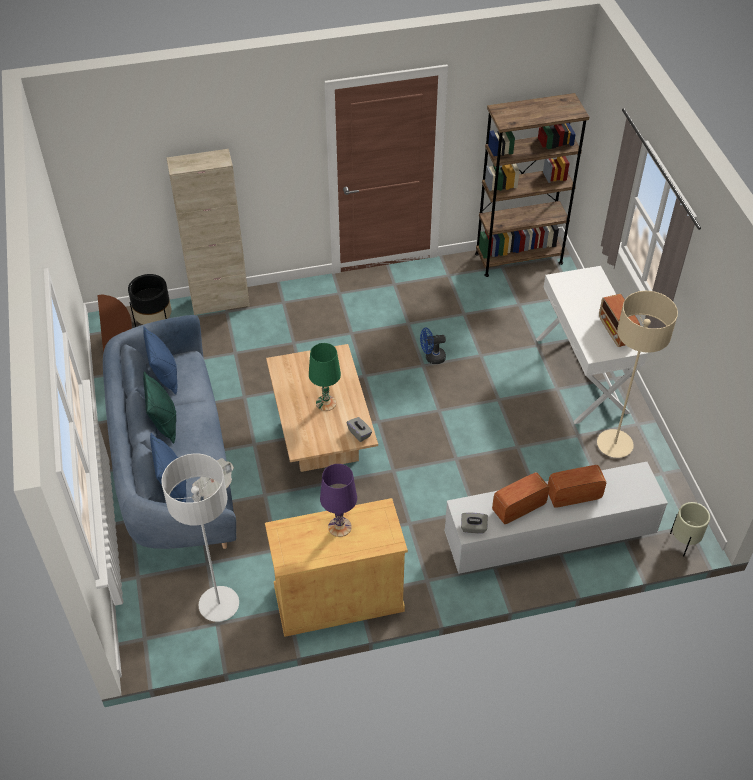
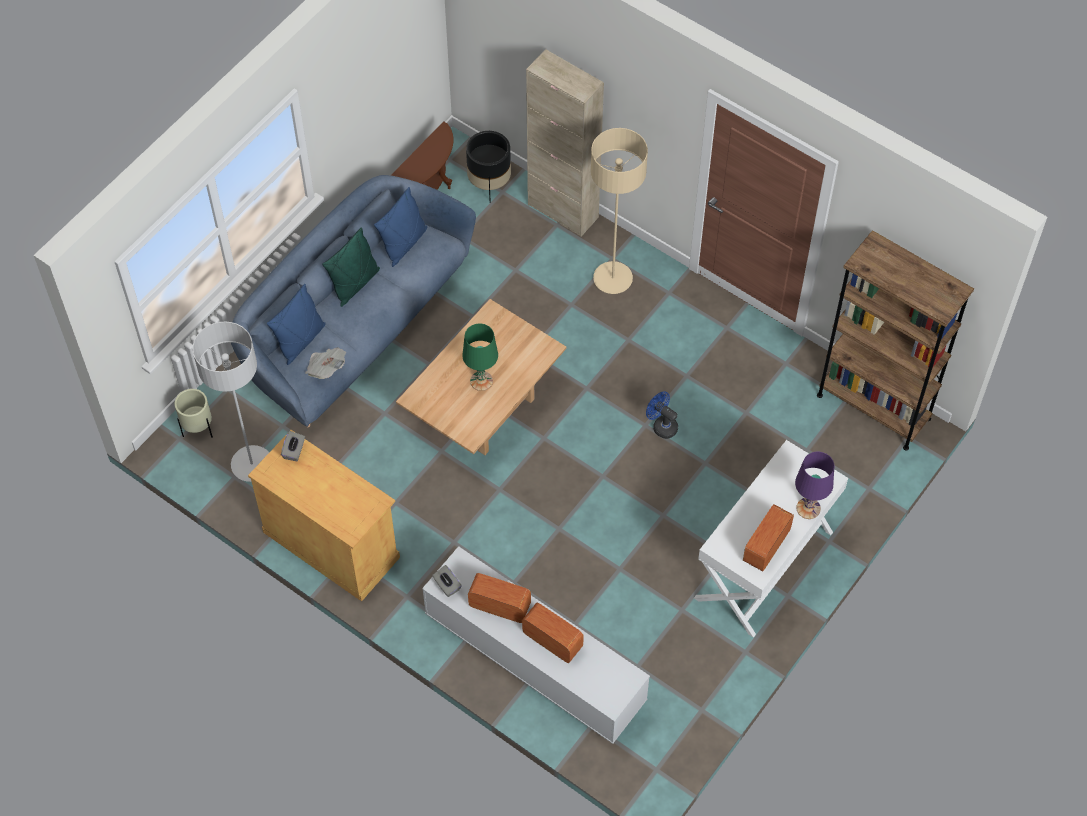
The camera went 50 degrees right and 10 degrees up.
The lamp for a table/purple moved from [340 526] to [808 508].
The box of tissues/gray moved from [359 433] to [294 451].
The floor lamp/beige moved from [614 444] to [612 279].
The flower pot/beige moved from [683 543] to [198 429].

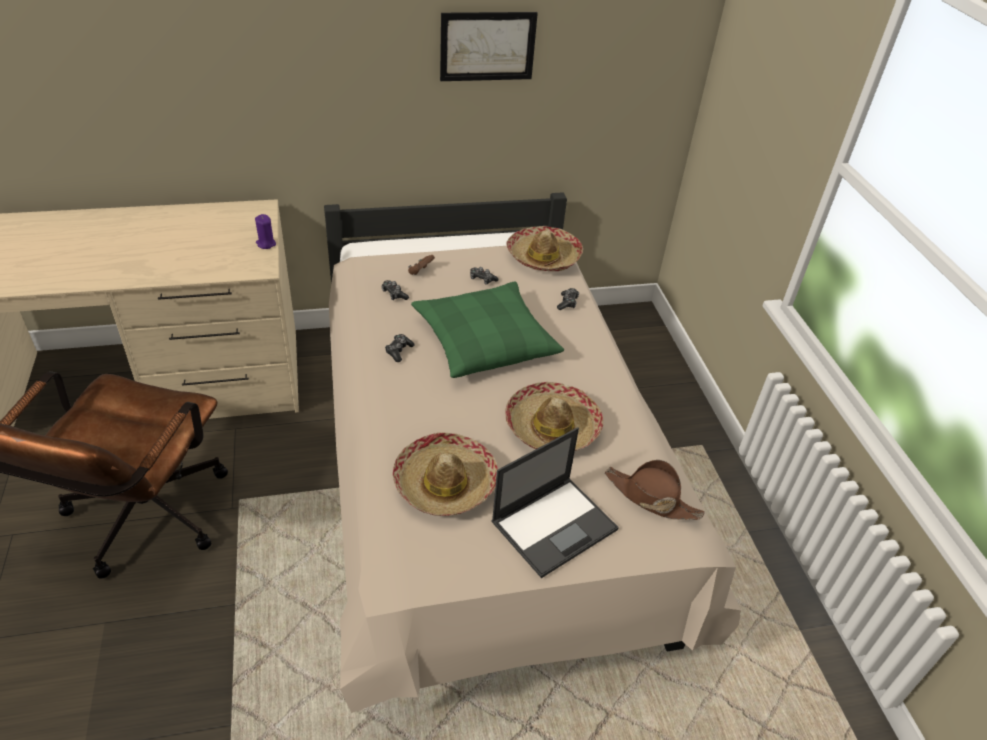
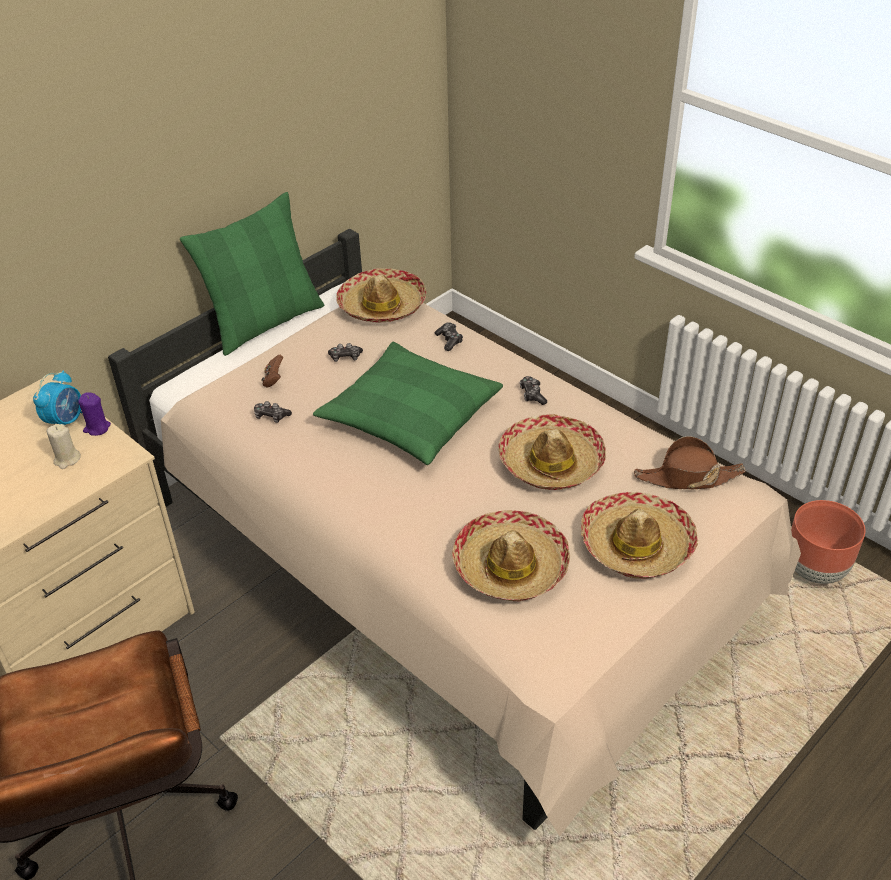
The camera went 30 degrees left and 0 degrees up.
The game controller moved from [398 351] to [532 395].
The picture at [487 46] disappeared.
The portable computer at [555 525] was replaced by the clothing hat at [636 545].
The alarm clock at [66 421] appeared.
The wax candle/beige at [67 459] appeared.
The throw pillow/greenish at [265 322] appeared.
The flower pot/brownish at [816 570] appeared.

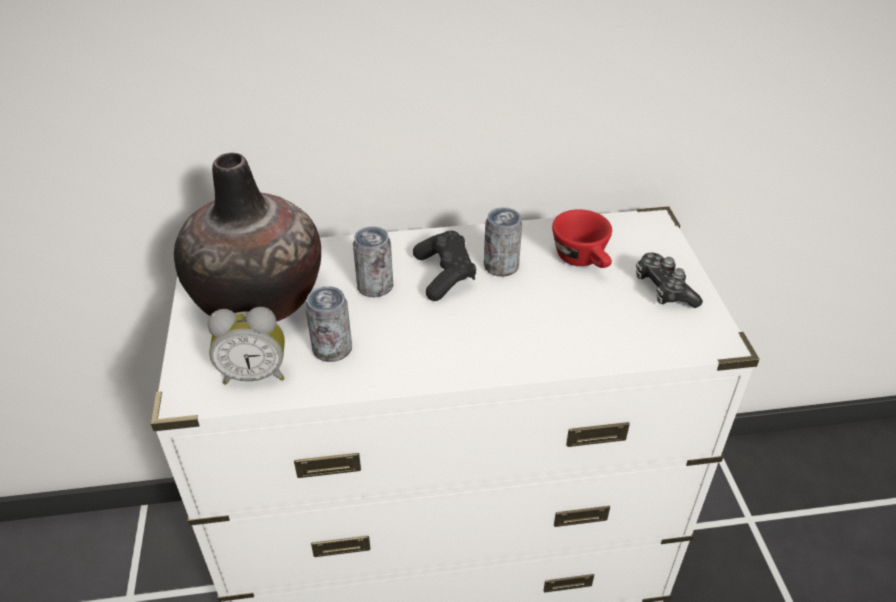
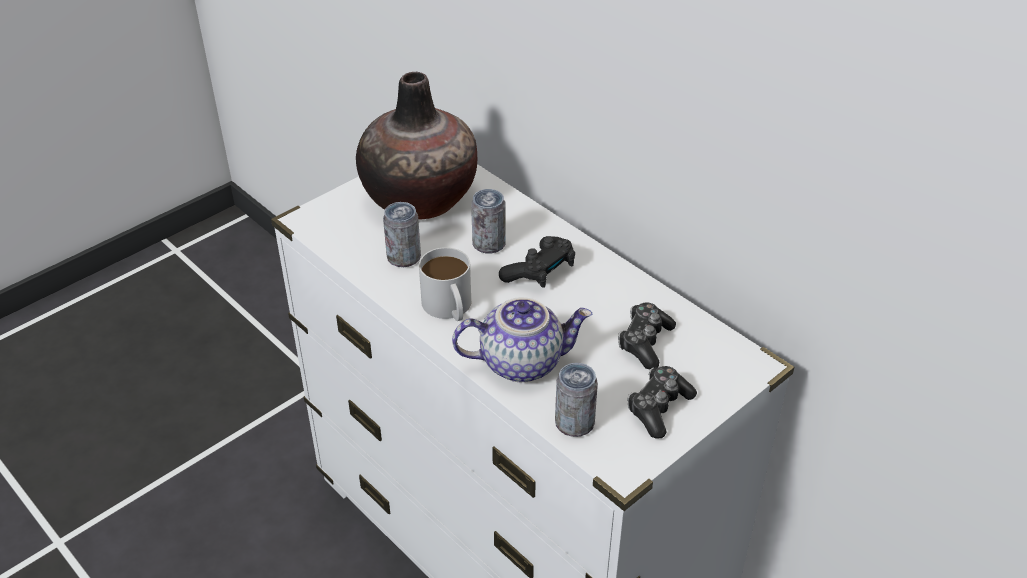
The camera went 55 degrees right and 0 degrees up.
The alarm clock at [255 374] disappeared.
The metal can moved from [501 266] to [574 423].
The drinking cup/red-coloured at [584 260] was replaced by the game controller at [644 342].
The mug/white-coloured at [449 308] appeared.
The tea pot at [522 361] appeared.

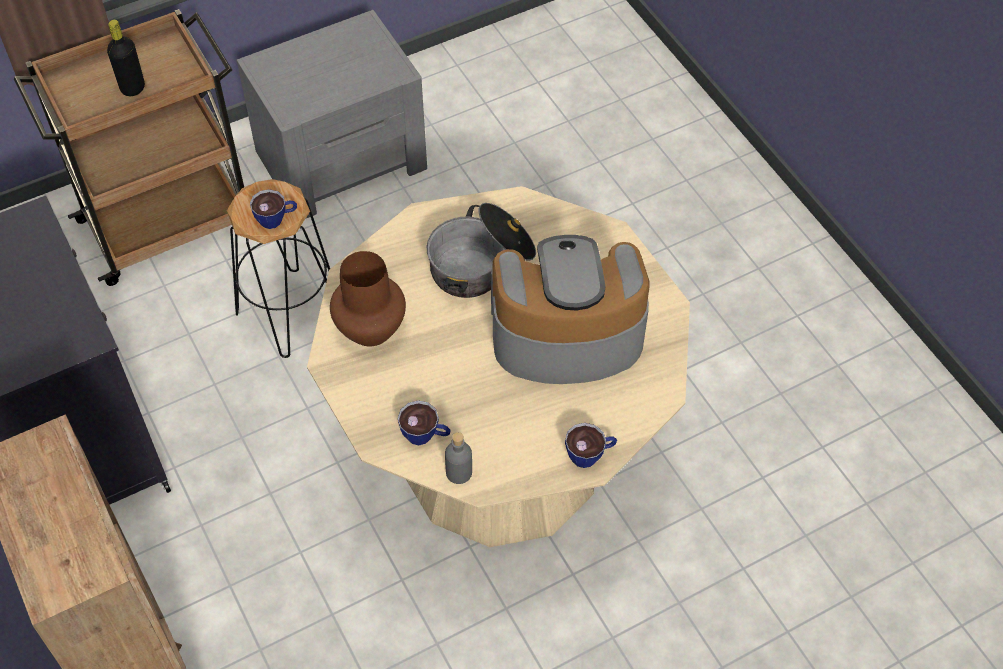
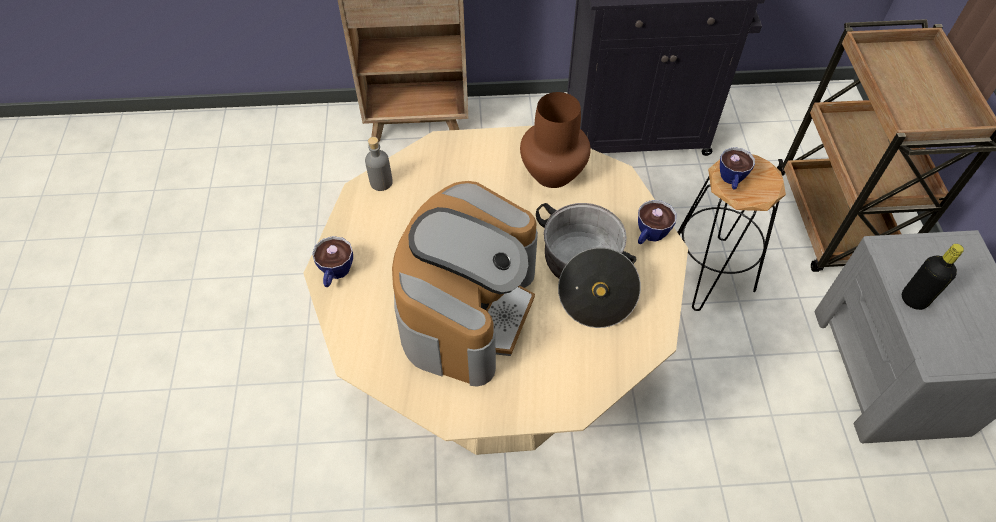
The camera went 115 degrees right and 0 degrees up.
The drink bottle/black-coloured moved from [132 88] to [913 299].
The drinking cup moved from [425 435] to [649 236].

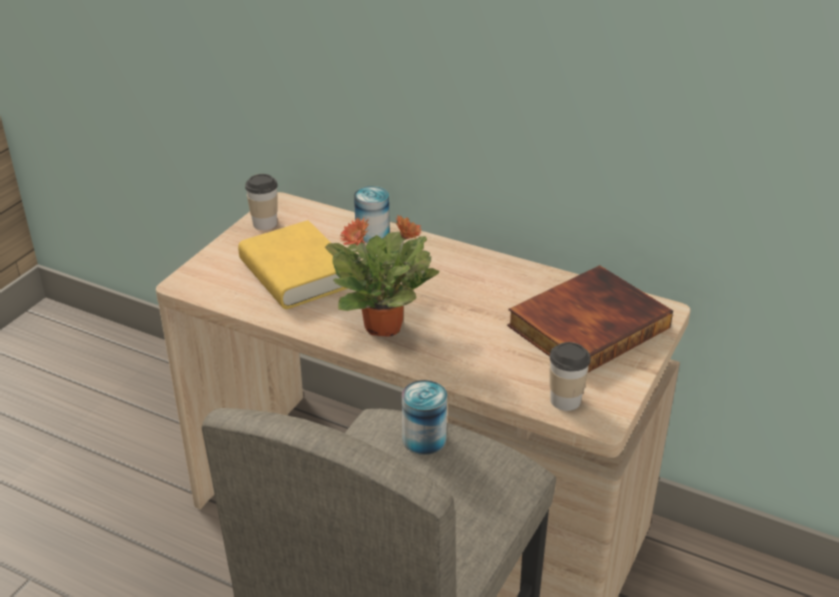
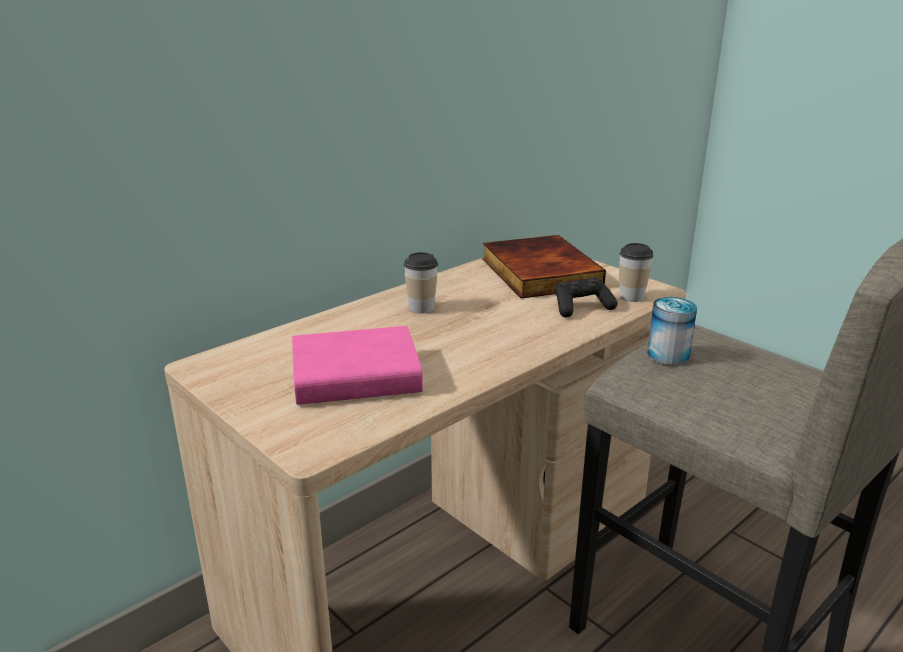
The camera went 70 degrees left and 10 degrees down.
The bound book/yellowish at [296 273] became the bound book/pink at [356 377].
The drinking cup moved from [265 223] to [421 308].
The plant in a pot at [385 326] disappeared.
The metal can at [372 234] disappeared.
The game controller/black-coloured at [581 308] appeared.

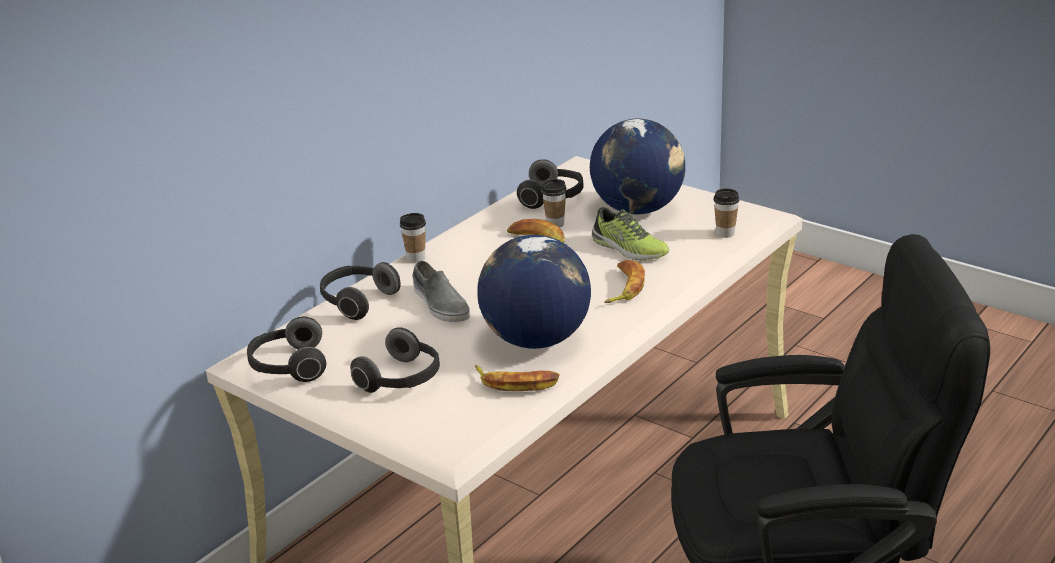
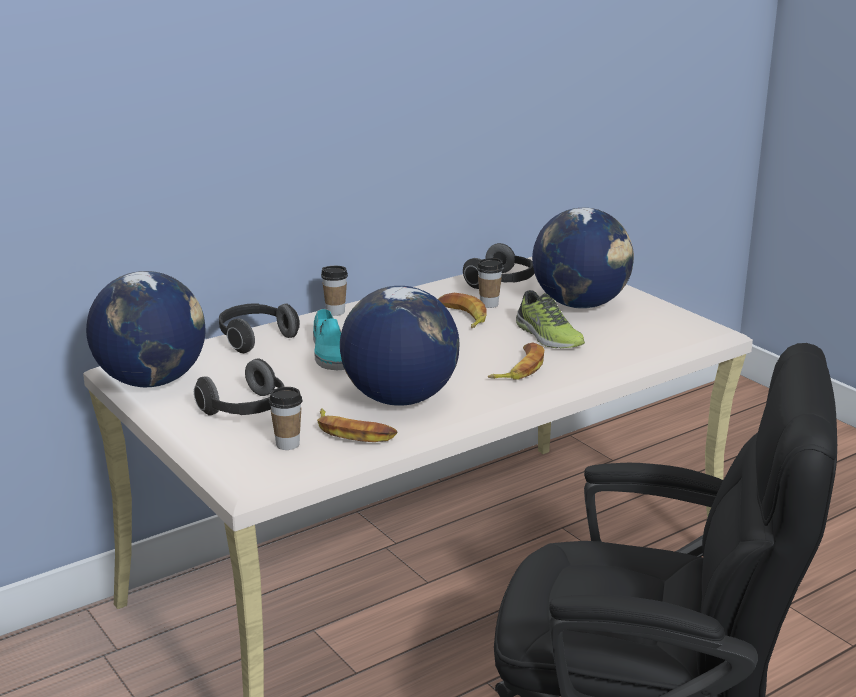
The camera went 15 degrees right and 5 degrees down.
The pair of headphones at [288 367] was replaced by the world globe at [152 381].
The item of footwear/gray at [440 304] became the item of footwear/turquoise at [330 353].
The drinking cup moved from [725 233] to [287 444].

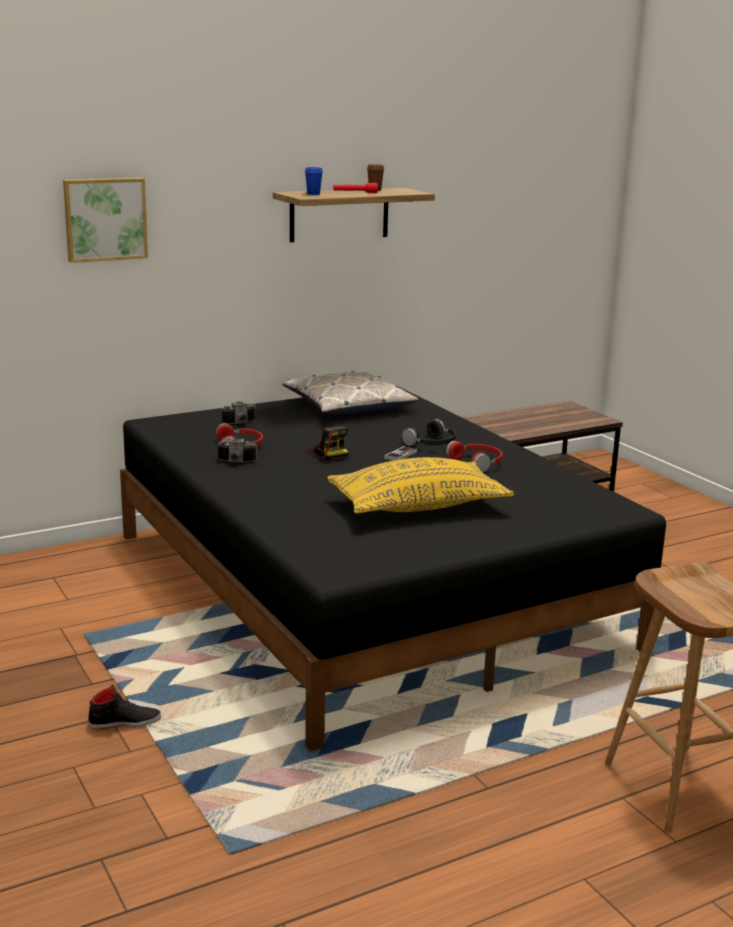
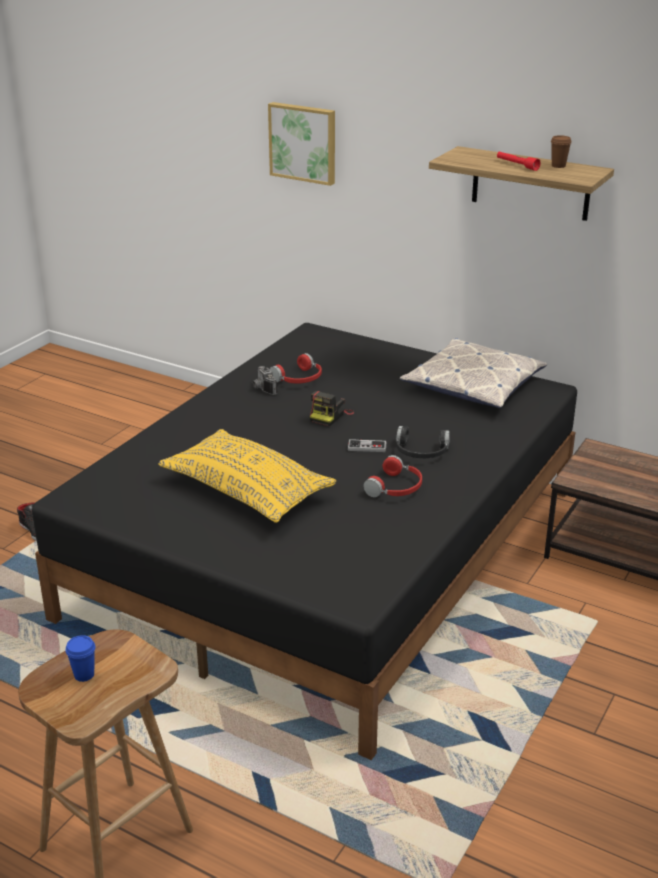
The camera went 60 degrees right and 10 degrees up.
The photo camera at [240 423] disappeared.
The drinking cup/blue moved from [313 194] to [84 675].

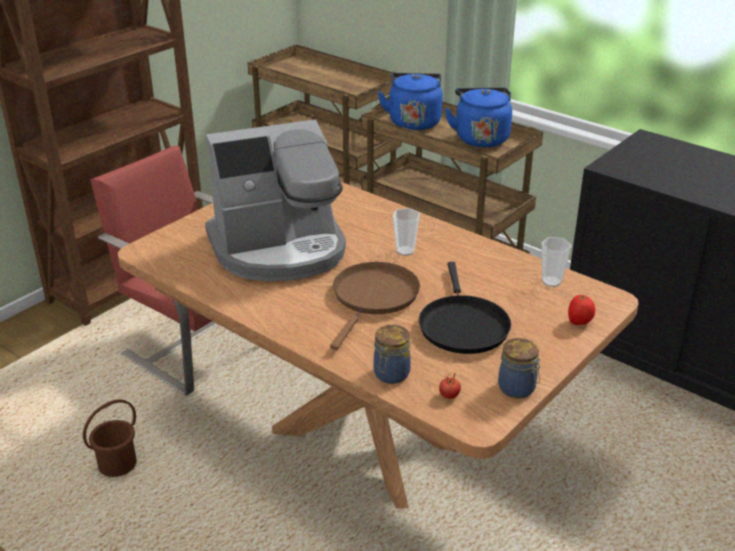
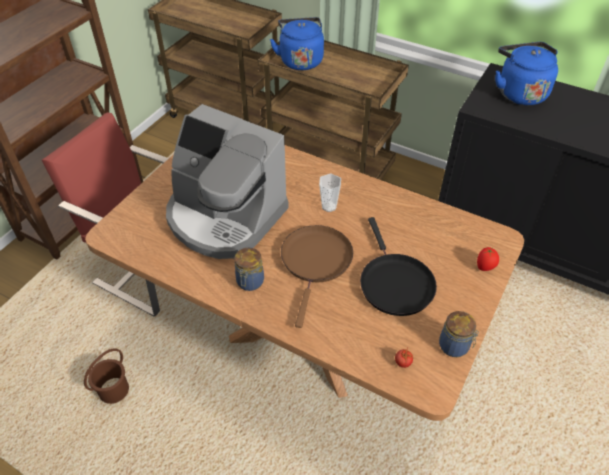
The camera went 10 degrees left and 15 degrees up.
The coffee brewer at [279 249] turned 60 degrees clockwise.
The preserve jar moved from [390 375] to [249 282].
The water kettle/blue moved from [480 138] to [519 92].
The drinking cup at [551 282] disappeared.

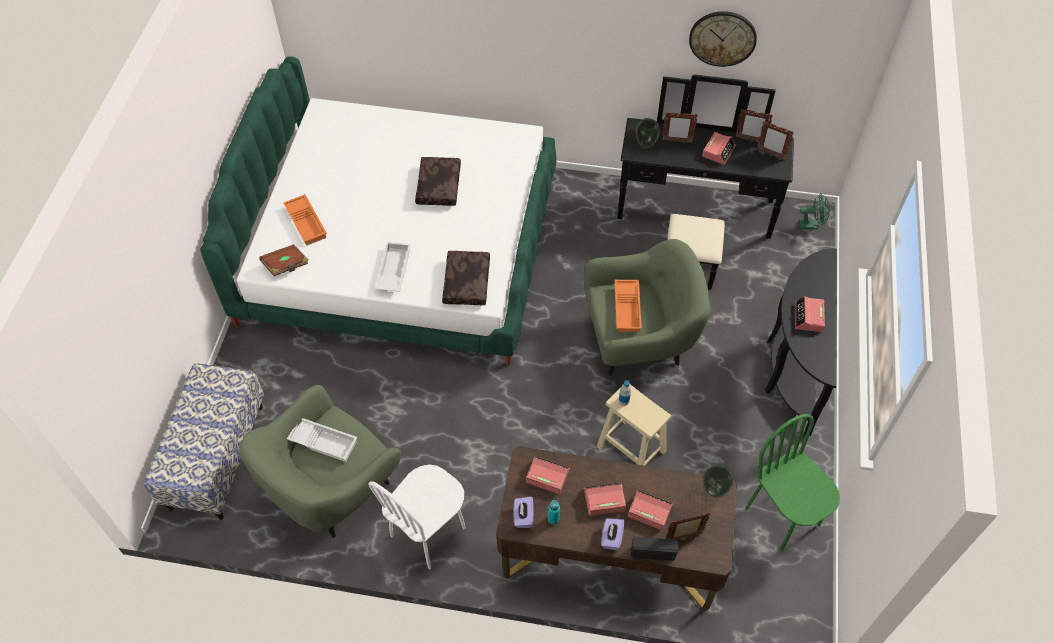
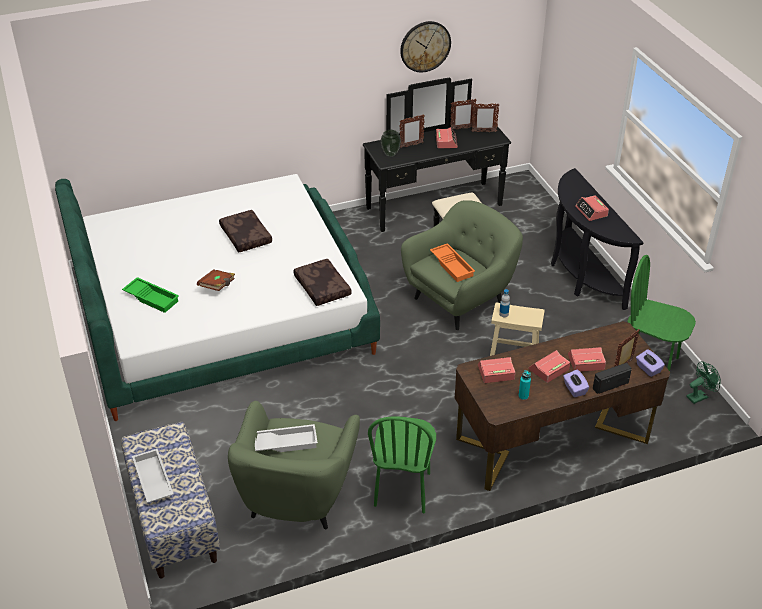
The camera went 30 degrees left and 15 degrees down.
The bound book/brownish moved from [286 265] to [217 286].
The tray/orangey at [307 222] became the tray/greenish at [152 297].
The upright chair/white-coloured at [428 532] became the upright chair/greenish at [403 489].
The tray/white-coloured moved from [393 270] to [152 480].
The box of tissues/purple moved from [523 517] to [648 369].
The decorative vase at [713 490] disappeared.
The cooling fan/greenish moved from [811 225] to [699 396].

